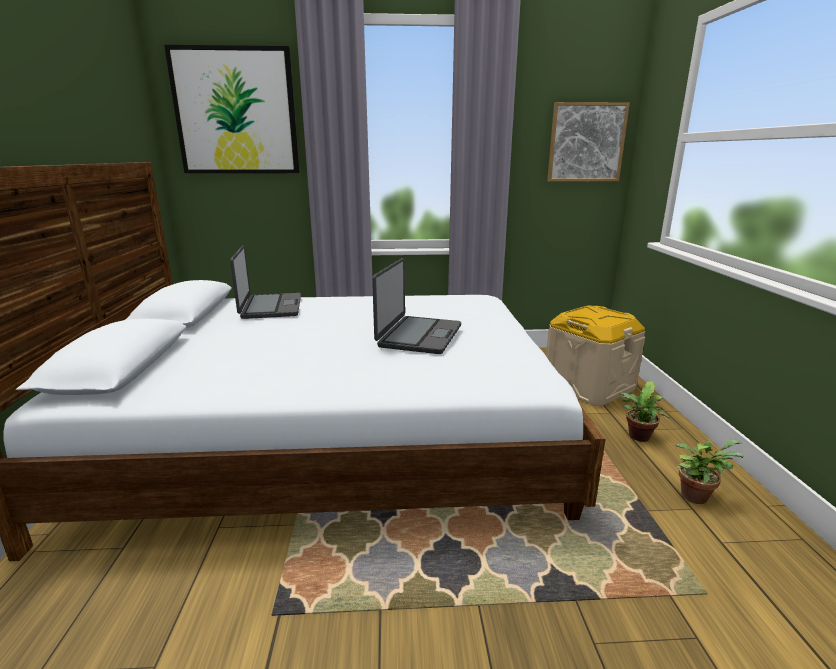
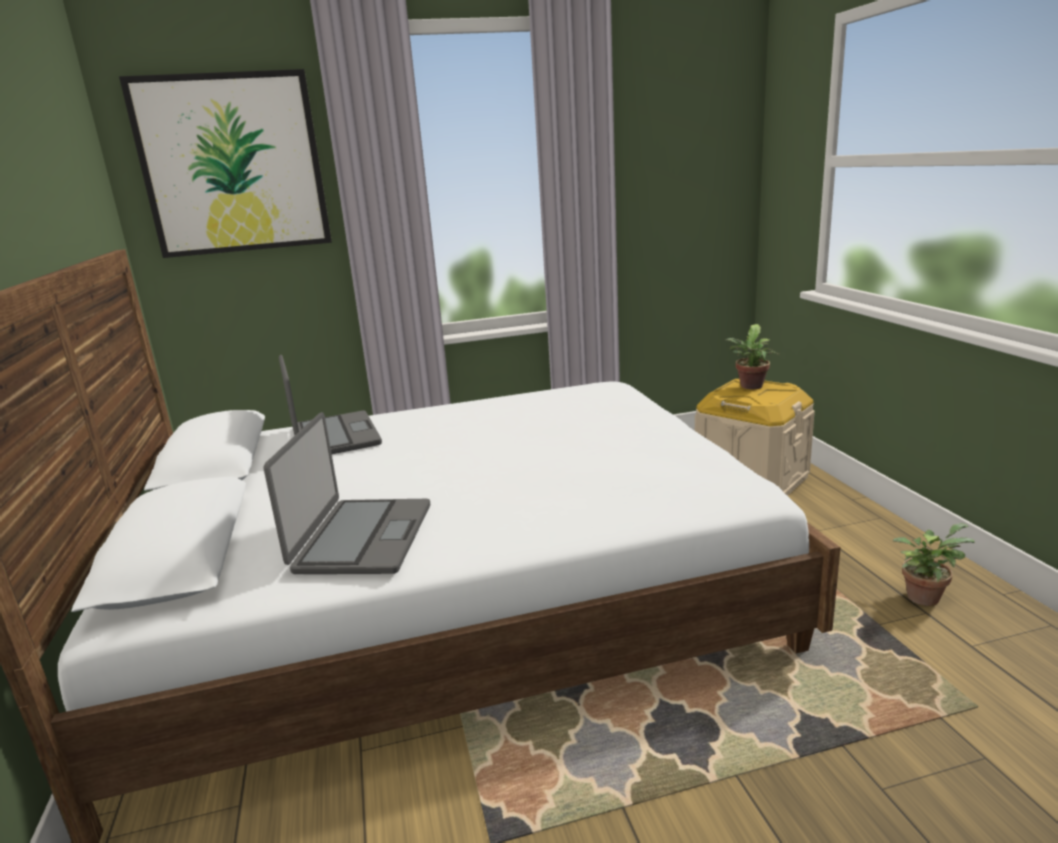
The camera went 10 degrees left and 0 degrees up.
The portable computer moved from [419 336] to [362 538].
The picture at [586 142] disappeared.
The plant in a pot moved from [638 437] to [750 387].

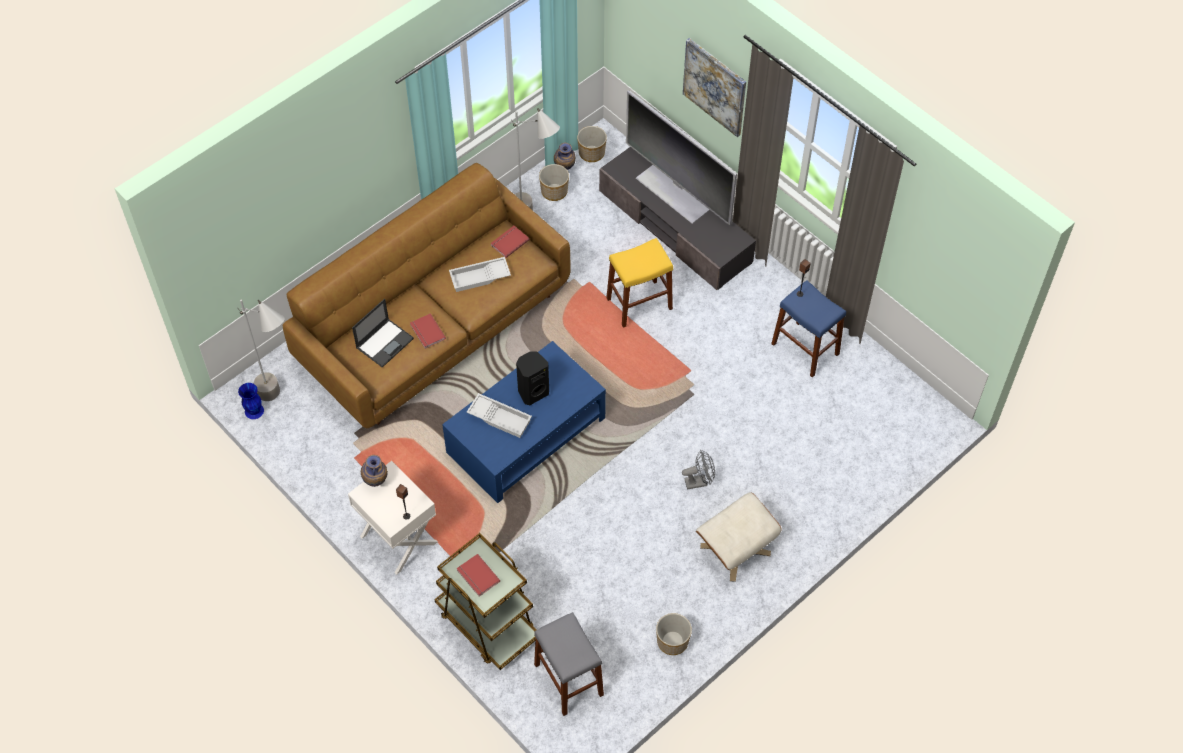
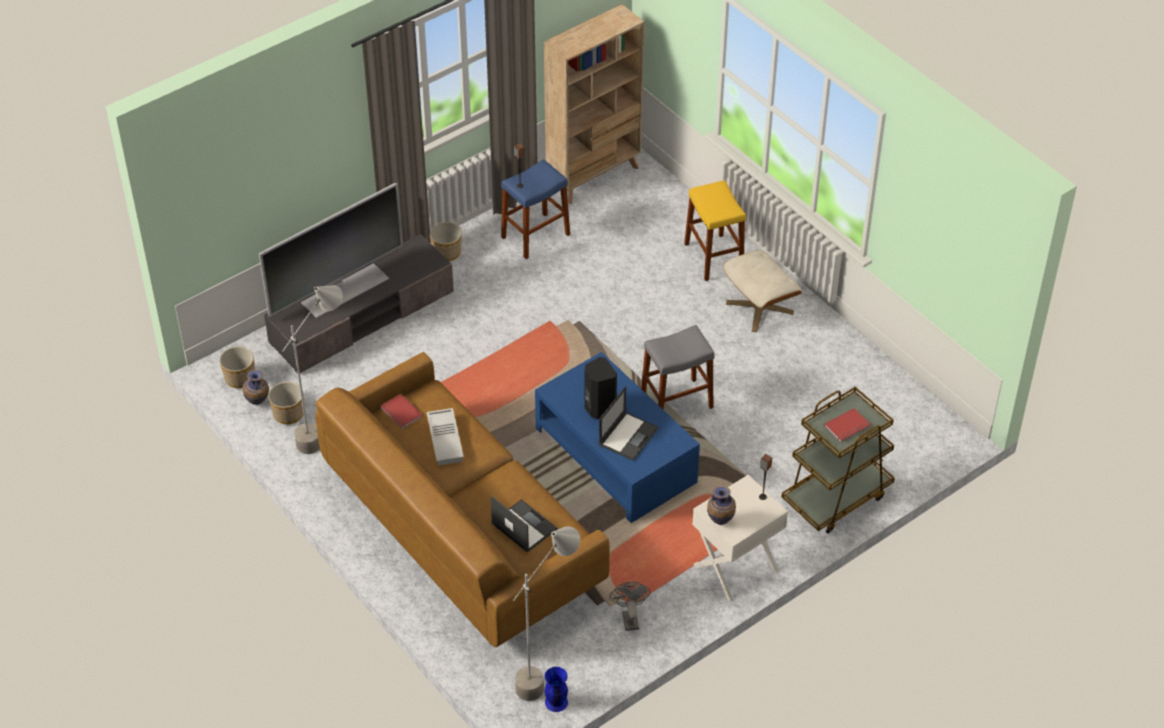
The camera went 85 degrees left and 10 degrees down.
The bound book/red-coloured at [426 332] disappeared.
The tray/white-coloured at [500 417] was replaced by the portable computer at [628 436].
The stool seat/gray moved from [568 679] to [676 402].
The stool seat/yellowish moved from [639 303] to [713 257].
The flower pot moved from [672 642] to [447 252].
The cooling fan/gray moved from [699 481] to [629 617].
The picture at [715 86] disappeared.
The bookcase/beige at [594 176] appeared.

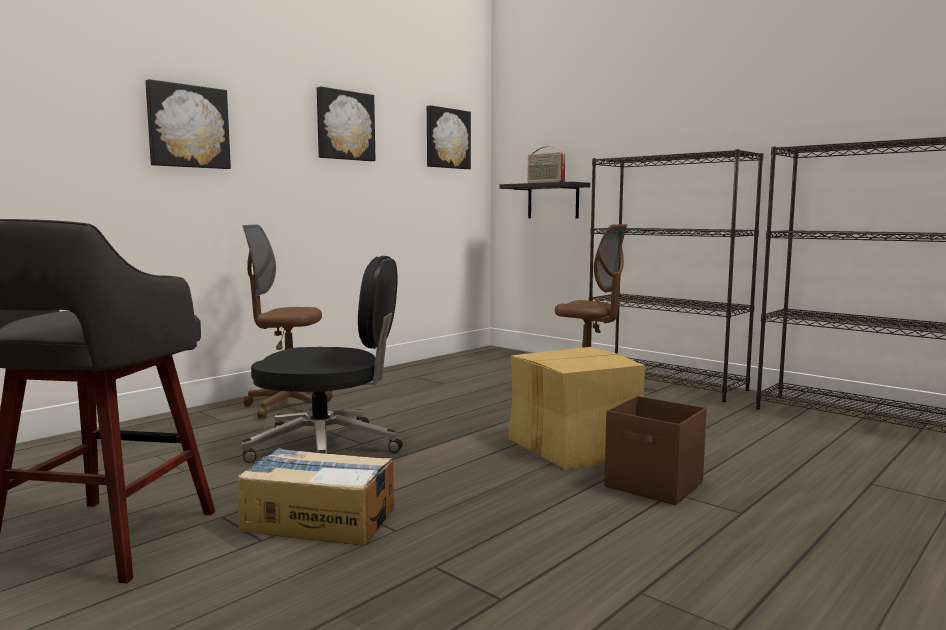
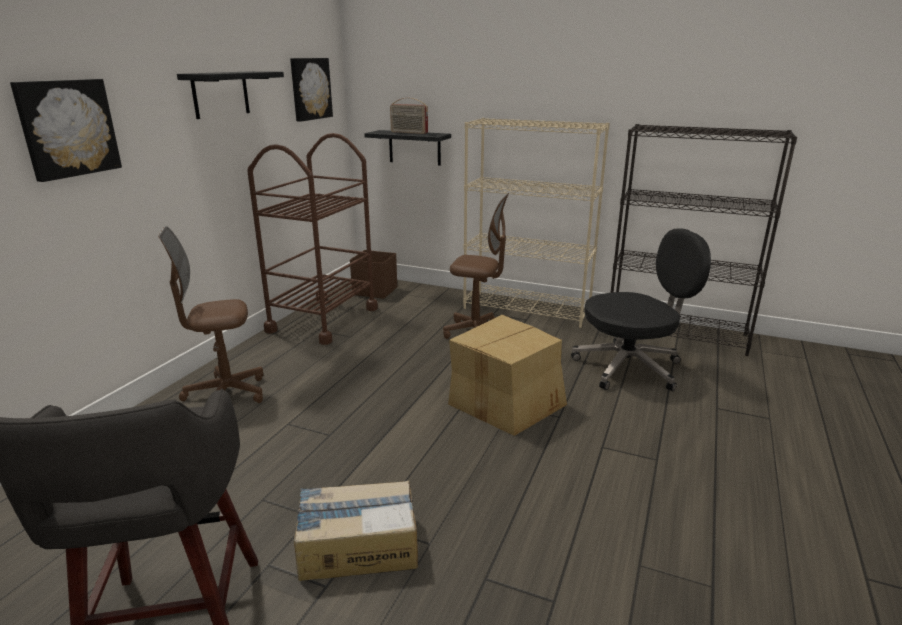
The camera went 20 degrees left and 15 degrees up.
The desk chair/black-coloured moved from [327 448] to [630 367].
The picture at [344 125] was replaced by the wall shelf/black-coloured at [220 94].
The bookcase/black-coloured at [666 383] became the bookcase/beige at [527 309].
The storage box/brownish moved from [654 485] to [375 291].
The wheeled cart/brownish at [323 319] appeared.

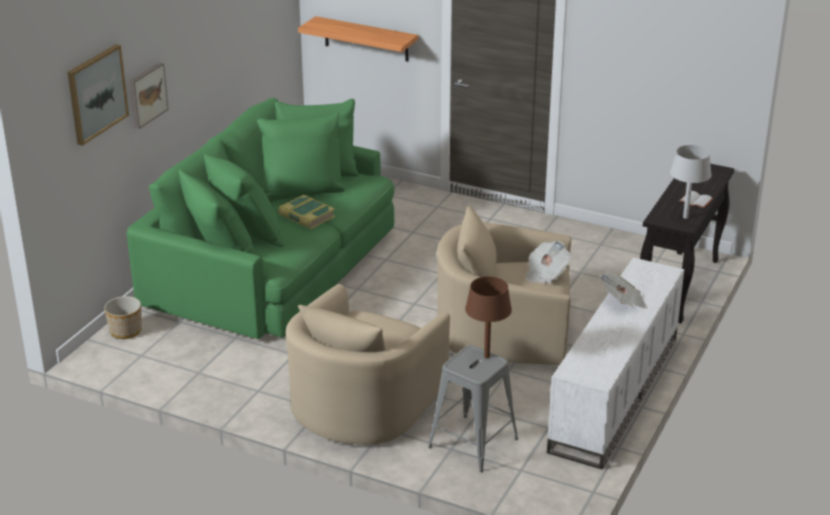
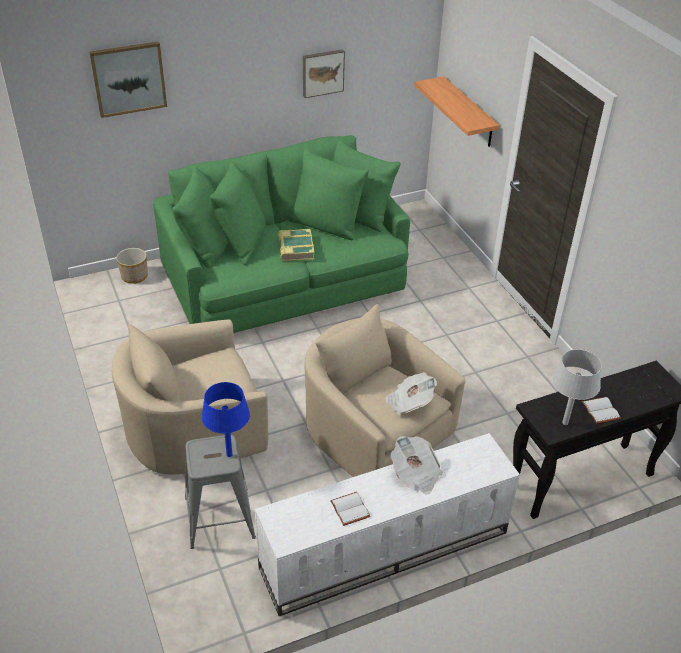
The camera went 40 degrees right and 10 degrees up.
The picture moved from [146 94] to [322 72].
The lamp for a table/brownish at [487 356] became the lamp for a table/blue at [229 454].
The bound book/white-coloured at [348 509] appeared.

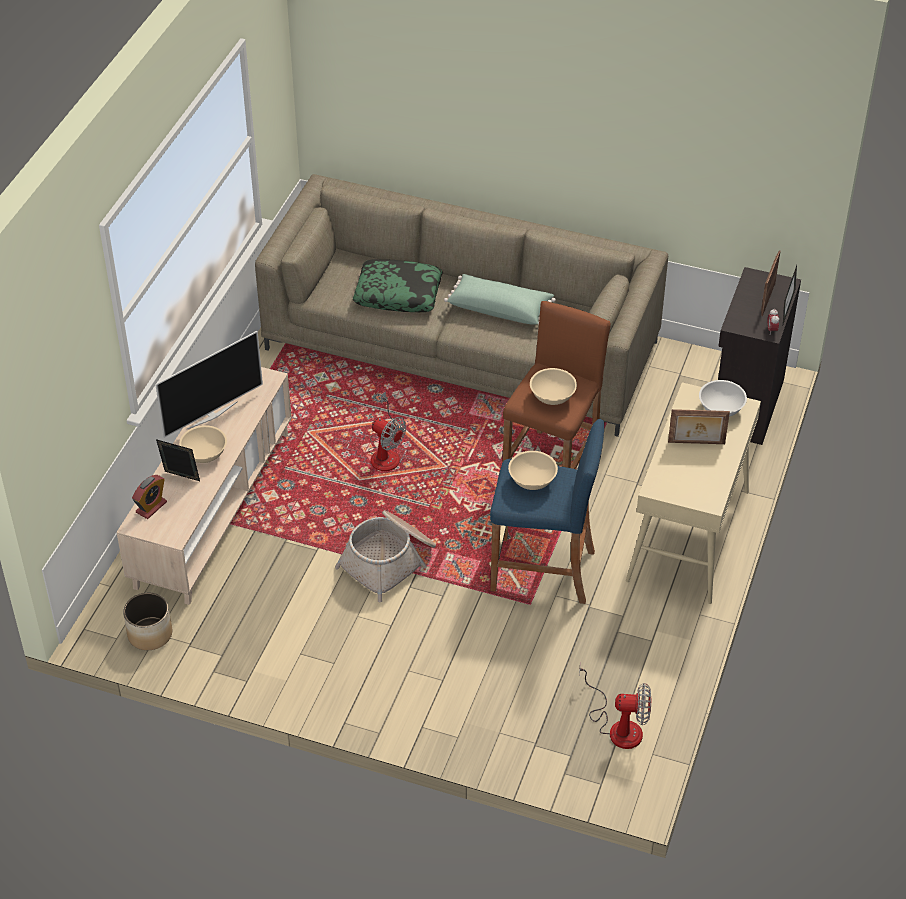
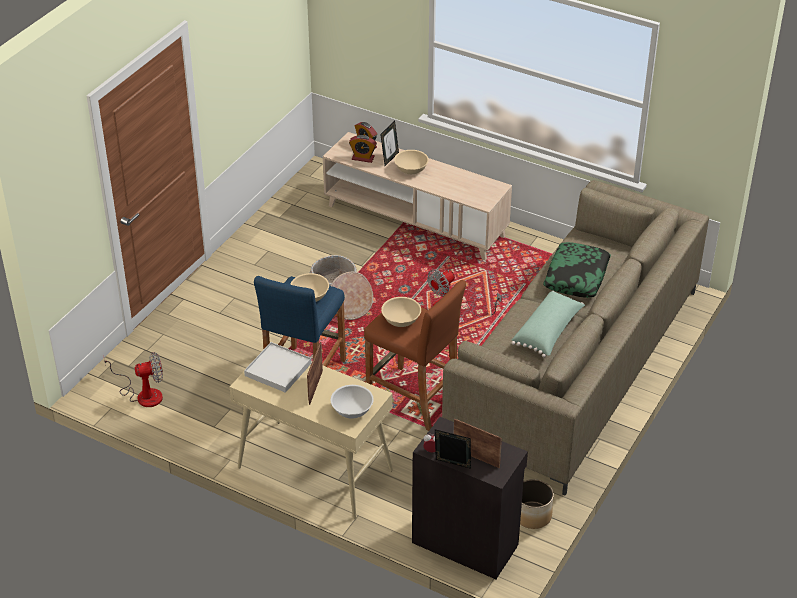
The camera went 100 degrees right and 5 degrees down.
The flower pot moved from [150 634] to [532 516].
The TV set at [211 415] disappeared.
The cooling fan at [618 726] turned 120 degrees counterclockwise.
The tray/white-coloured at [278 369] appeared.
The alarm clock at [363 158] appeared.

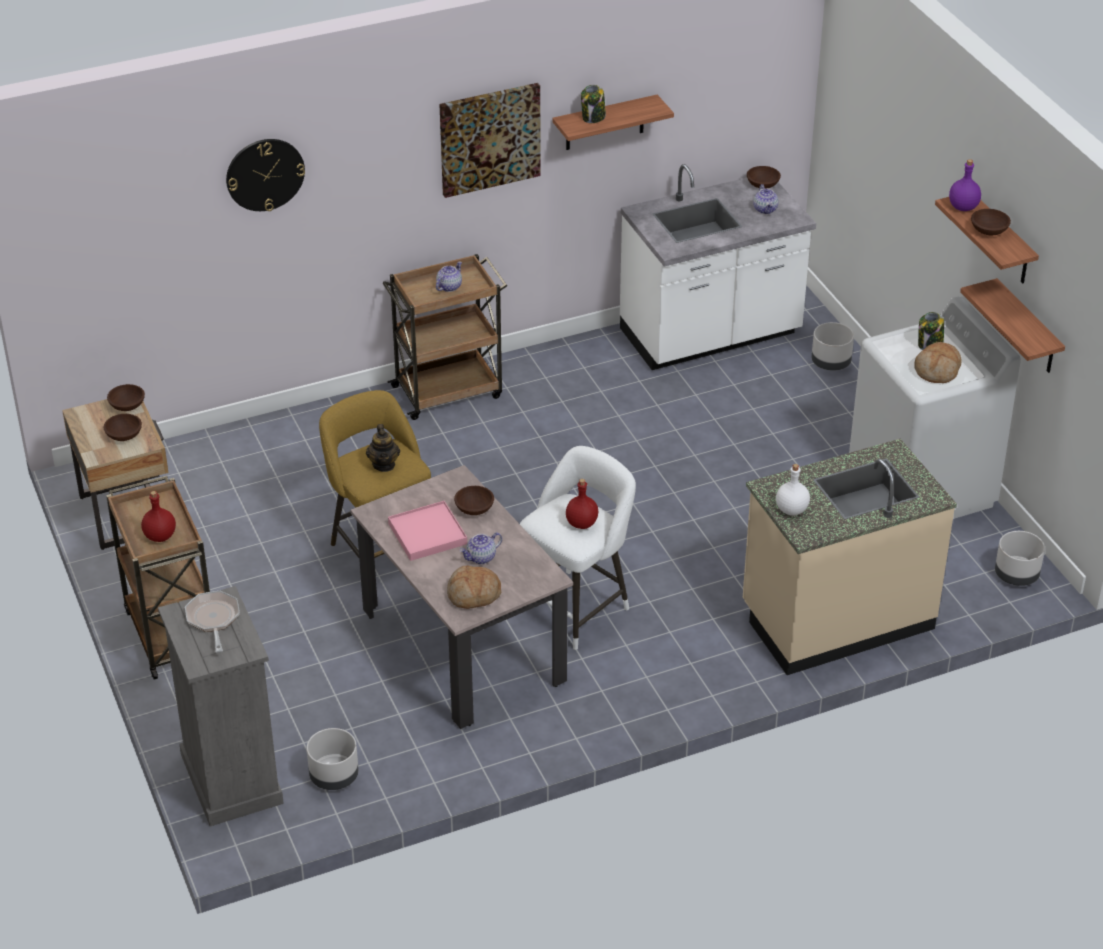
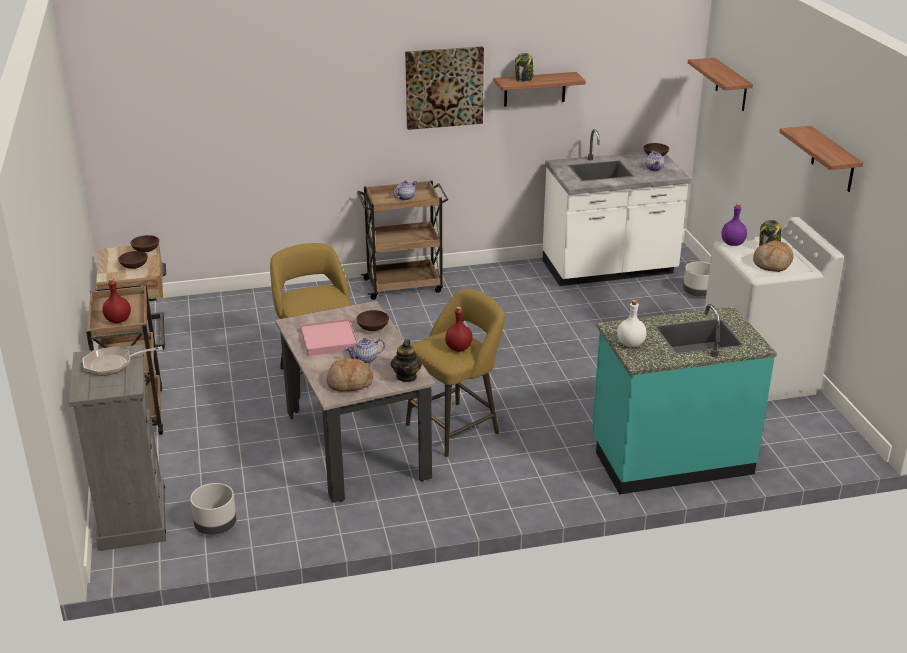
The camera went 10 degrees right and 10 degrees down.
The skillet at [213 620] turned 105 degrees counterclockwise.
The hanging clock at [265 174] disappeared.
The tea pot moved from [384 464] to [406 376].
The stool seat/white-coloured at [576 607] became the stool seat/yellowish at [456 427].
The kitchen base unit/beige at [836 618] became the kitchen base unit/turquoise at [670 458].
The drink bottle/purple moved from [963 207] to [732 244].
The wall shelf moved from [1027 329] to [731 85].
The serving bowl/brownish at [989 231] disappeared.
The flower pot/gray at [1016 576] disappeared.

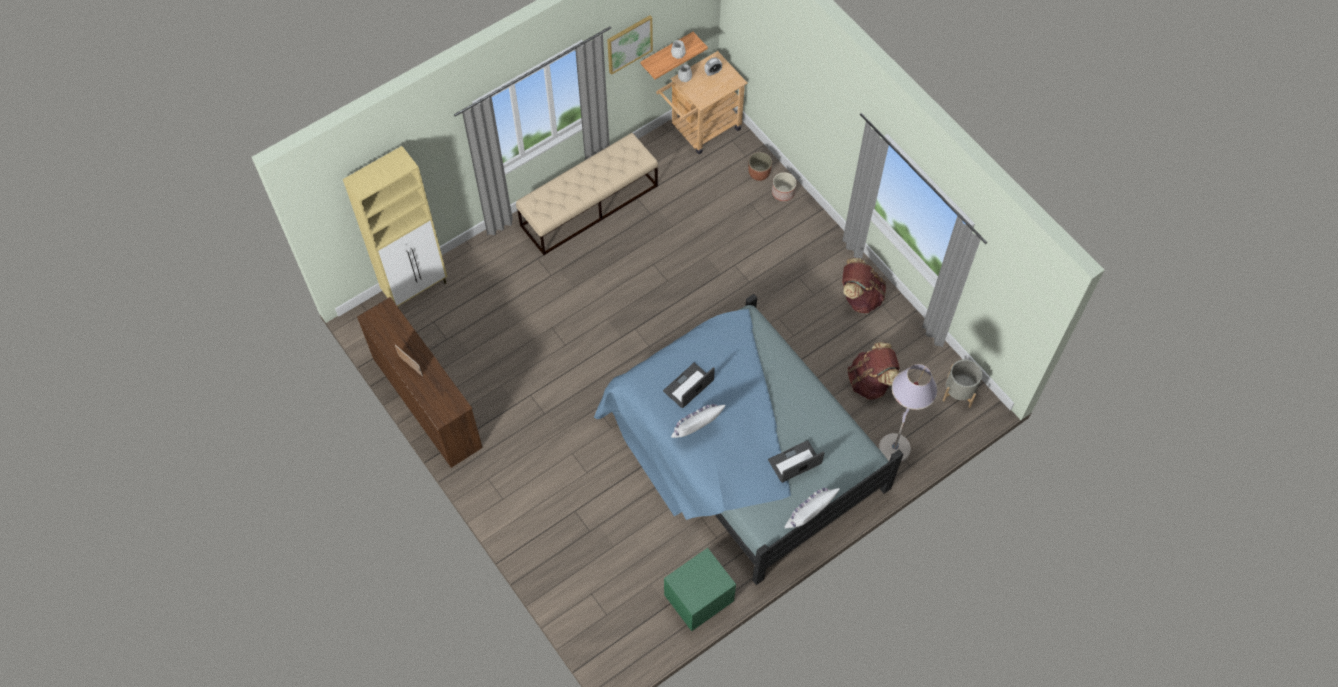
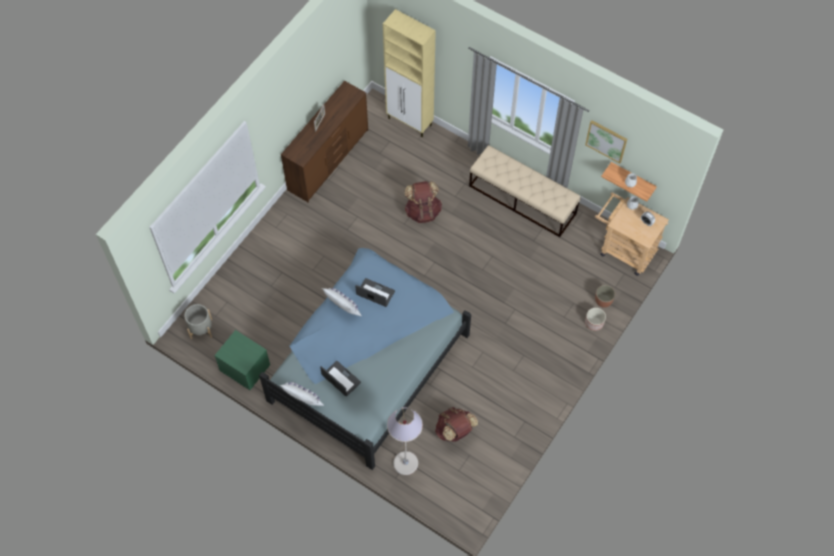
The camera went 70 degrees right and 0 degrees up.
The rucksack/brownish moved from [860 297] to [423 211].
The flower pot/gray moved from [958 392] to [201 328].

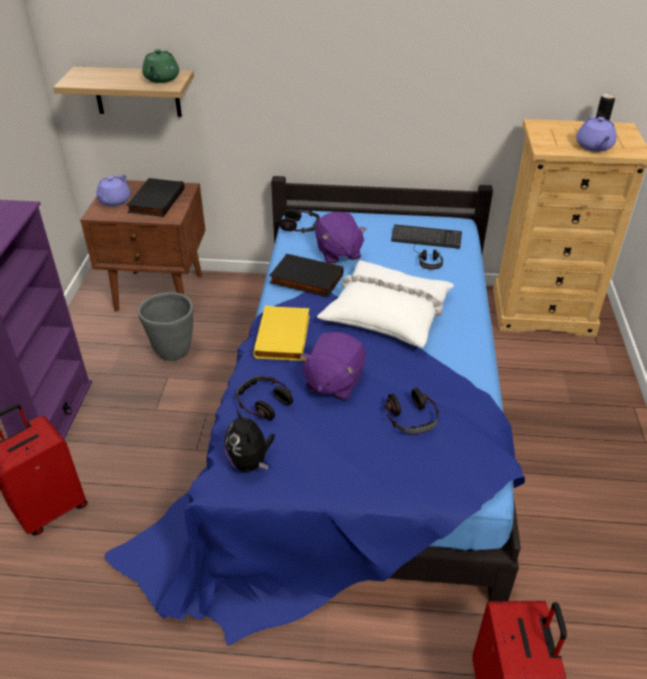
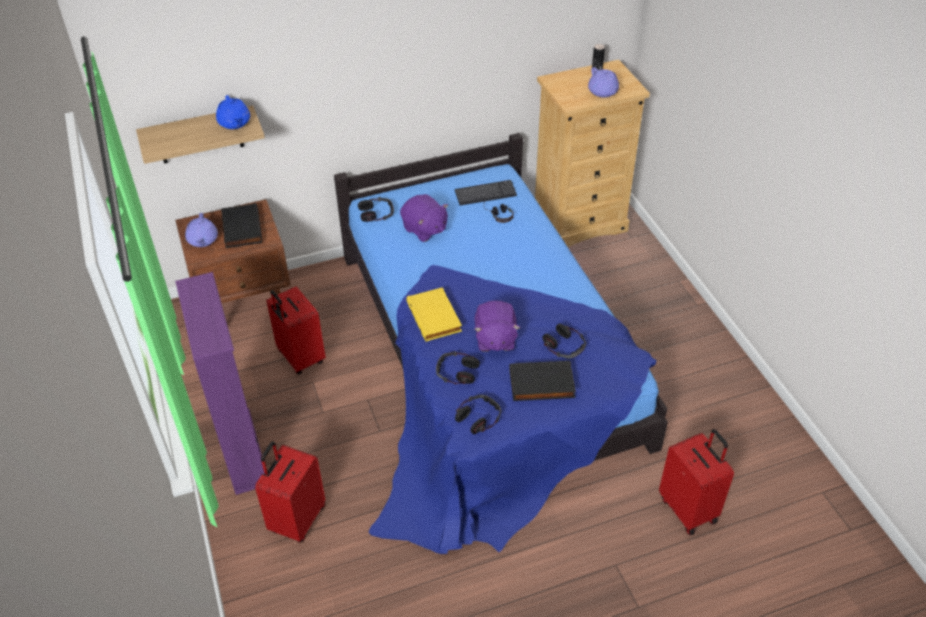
The camera went 25 degrees left and 5 degrees up.
The flower pot/gray at [173 351] was replaced by the travel case/red-coloured at [300 358].
The tea pot/greenish at [161 79] became the tea pot/blue at [234 123].
The cuddly toy at [250 462] was replaced by the pair of headphones at [478 417].
The bound book/black-coloured moved from [305 279] to [541 385].
The throw pillow/white-coloured at [387 312] disappeared.

